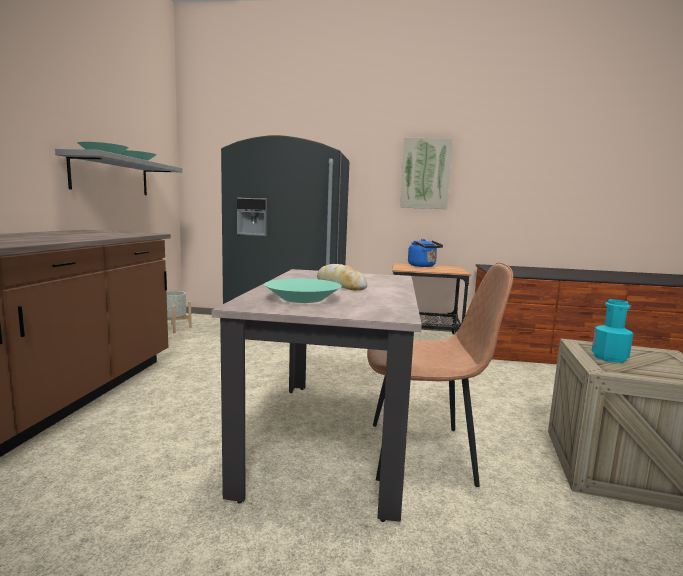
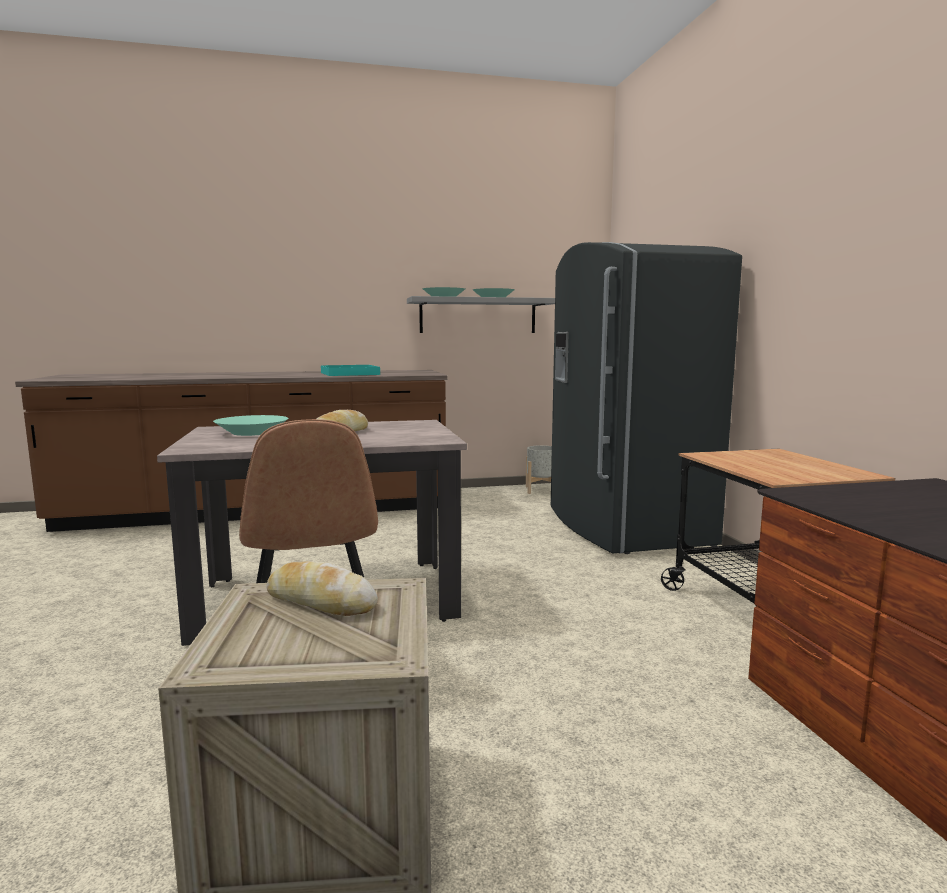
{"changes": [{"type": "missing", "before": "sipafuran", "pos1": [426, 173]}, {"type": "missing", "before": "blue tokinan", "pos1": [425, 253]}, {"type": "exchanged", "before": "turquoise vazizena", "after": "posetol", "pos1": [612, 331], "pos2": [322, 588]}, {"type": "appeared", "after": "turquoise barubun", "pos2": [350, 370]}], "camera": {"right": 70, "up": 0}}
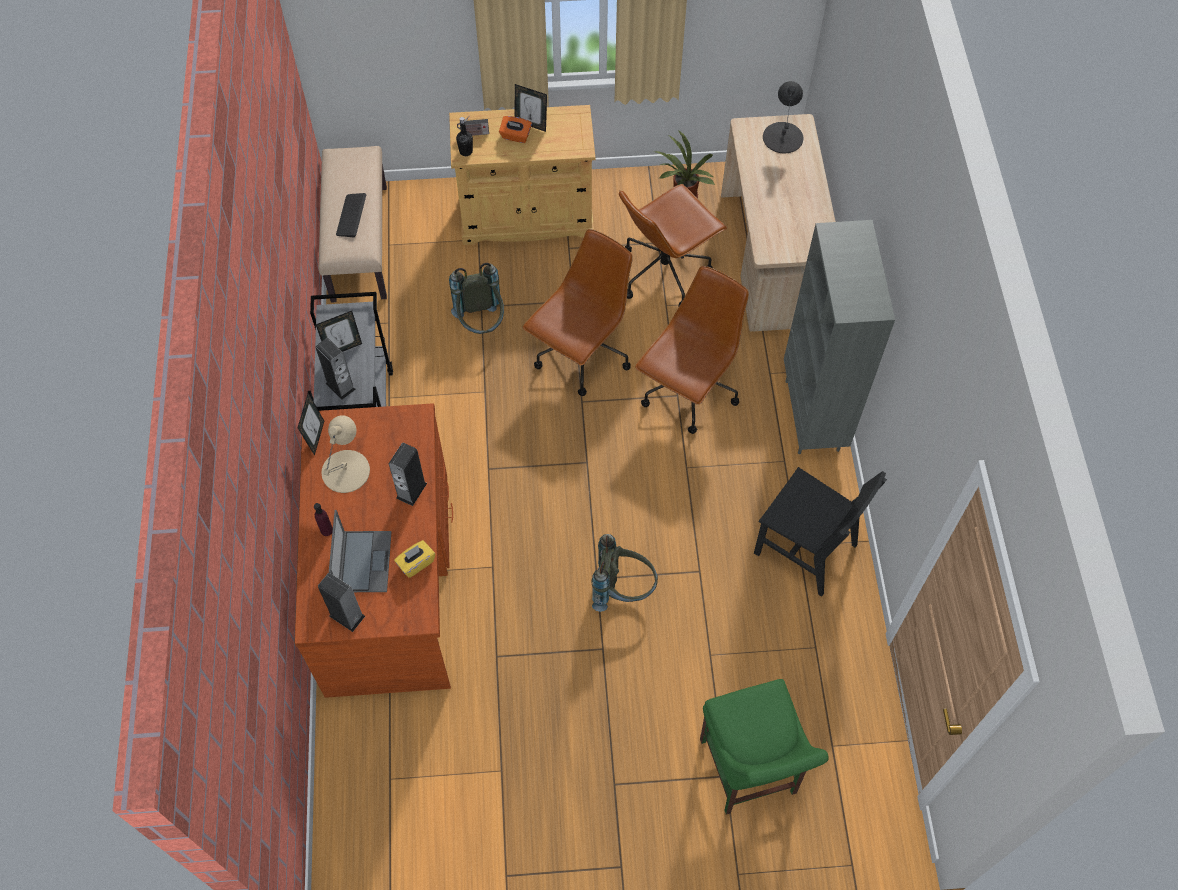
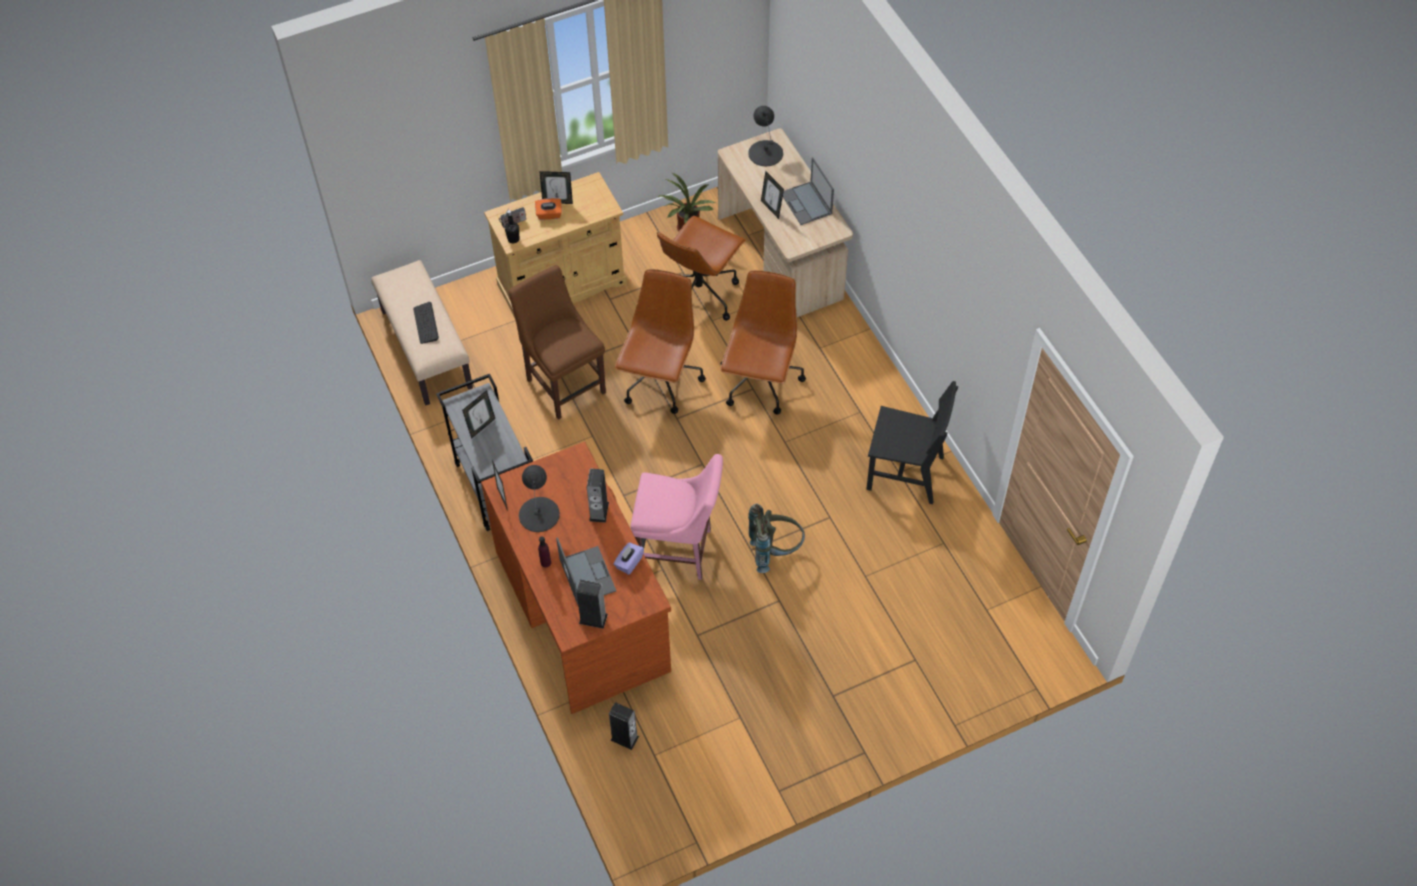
{"changes": [{"type": "relocated", "before": "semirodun", "pos1": [335, 369], "pos2": [624, 726]}, {"type": "colour", "before": "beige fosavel", "after": "black fosavel", "pos1": [345, 454], "pos2": [539, 498]}, {"type": "colour", "before": "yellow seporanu", "after": "purple seporanu", "pos1": [414, 559], "pos2": [628, 558]}, {"type": "exchanged", "before": "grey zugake", "after": "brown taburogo", "pos1": [476, 298], "pos2": [557, 342]}, {"type": "missing", "before": "green taburogo", "pos1": [764, 747]}, {"type": "missing", "before": "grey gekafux", "pos1": [839, 337]}, {"type": "appeared", "after": "pink taburogo", "pos2": [676, 517]}, {"type": "appeared", "after": "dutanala", "pos2": [772, 195]}, {"type": "appeared", "after": "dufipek", "pos2": [808, 191]}], "camera": {"right": -20, "up": -5}}
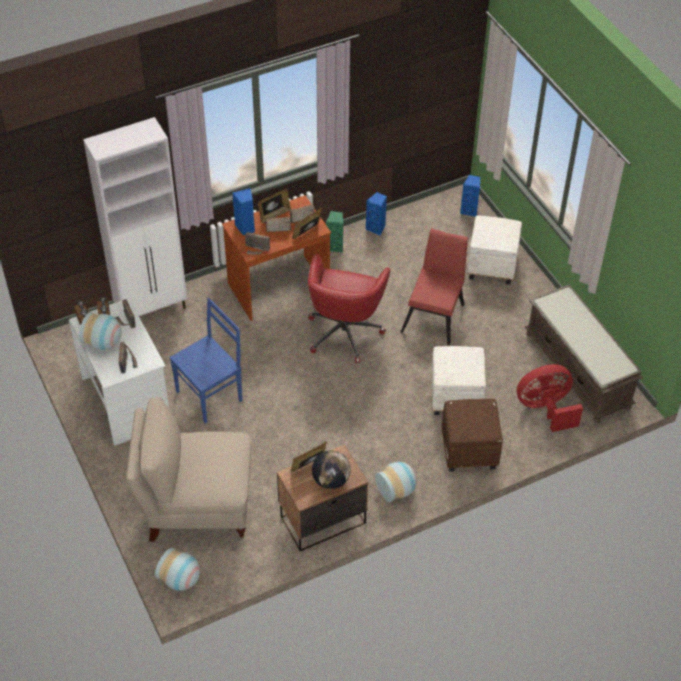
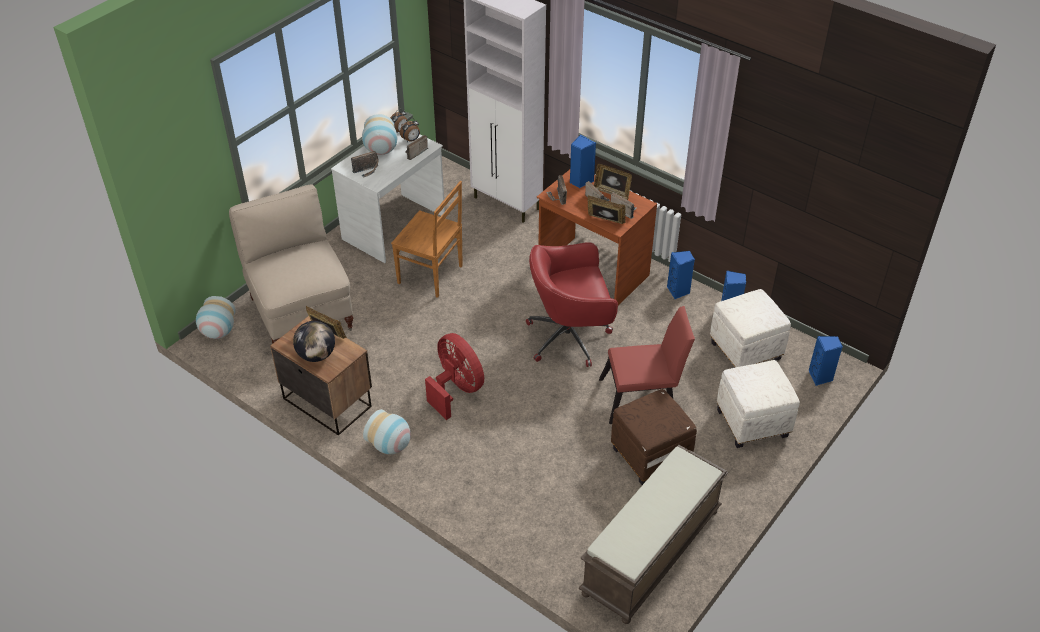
{"changes": [{"type": "colour", "before": "blue taburogo", "after": "brown taburogo", "pos1": [206, 360], "pos2": [427, 239]}, {"type": "colour", "before": "green semirodun", "after": "blue semirodun", "pos1": [334, 232], "pos2": [681, 275]}, {"type": "relocated", "before": "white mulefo", "pos1": [458, 380], "pos2": [750, 328]}, {"type": "relocated", "before": "brown mulefo", "pos1": [472, 435], "pos2": [654, 437]}, {"type": "relocated", "before": "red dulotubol", "pos1": [550, 398], "pos2": [454, 376]}], "camera": {"right": 65, "up": -5}}
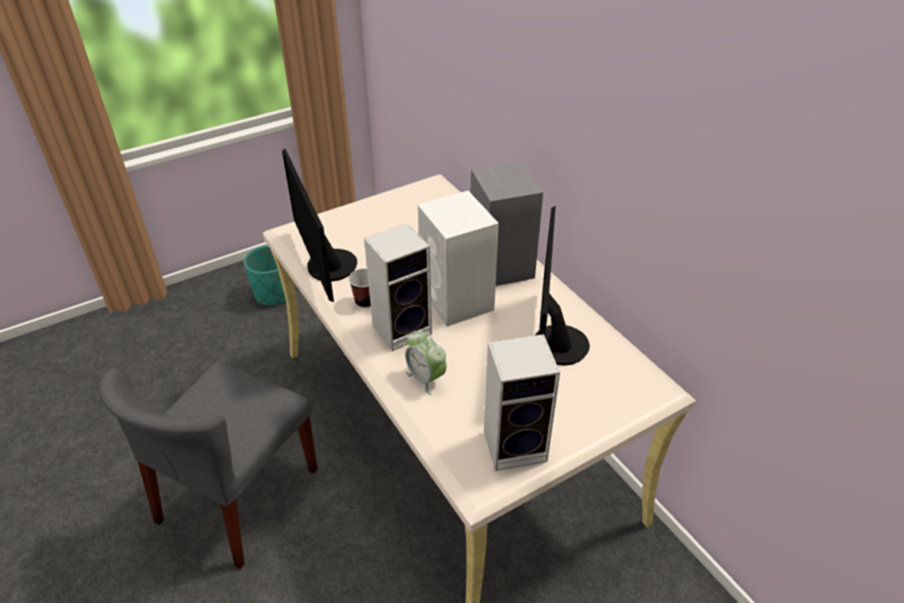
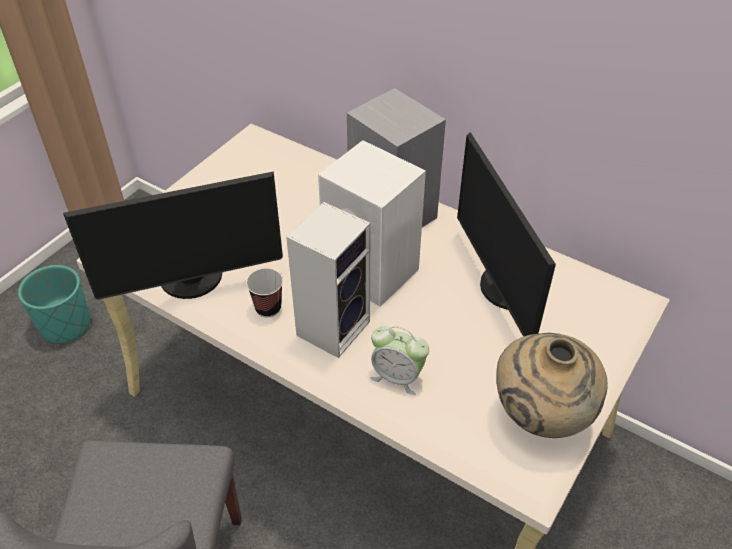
{"changes": [{"type": "spun", "before": "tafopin", "pos1": [319, 225], "pos2": [173, 235], "turn": -60}, {"type": "exchanged", "before": "semirodun", "after": "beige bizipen", "pos1": [522, 402], "pos2": [552, 385]}], "camera": {"right": -25, "up": 5}}
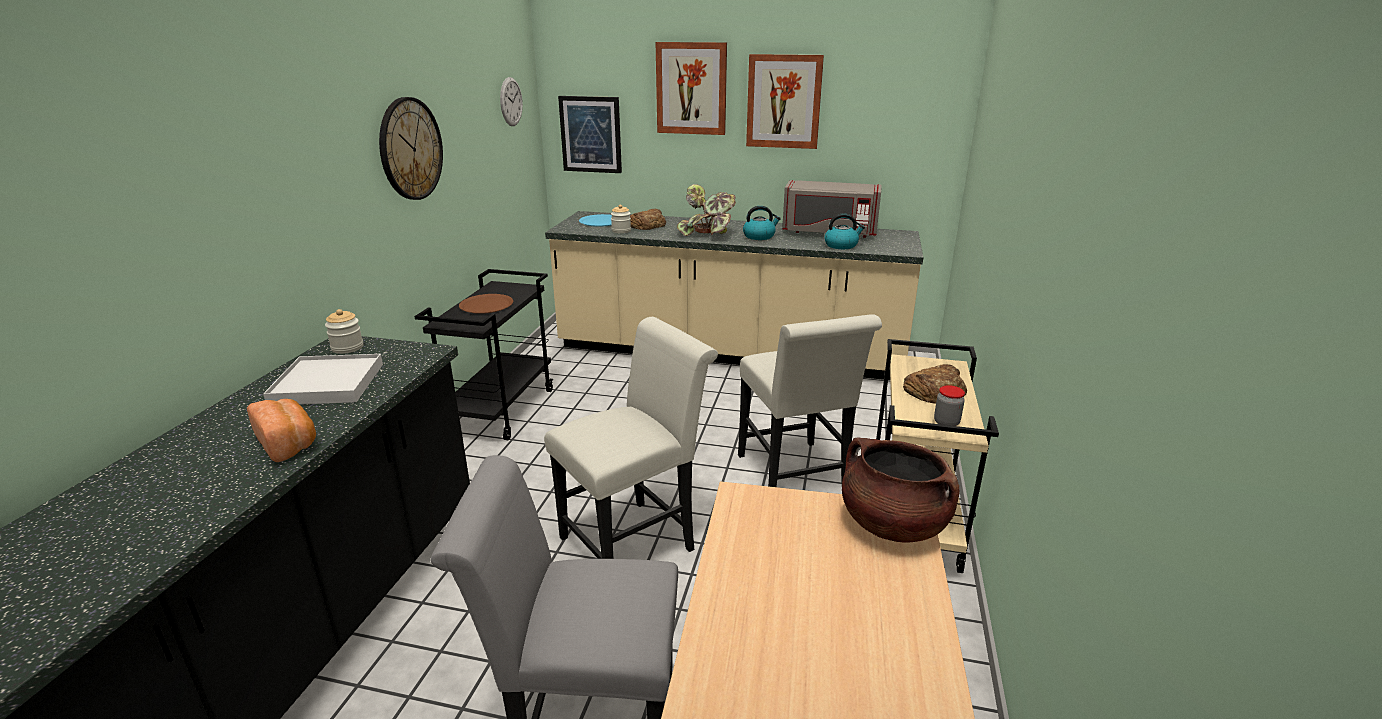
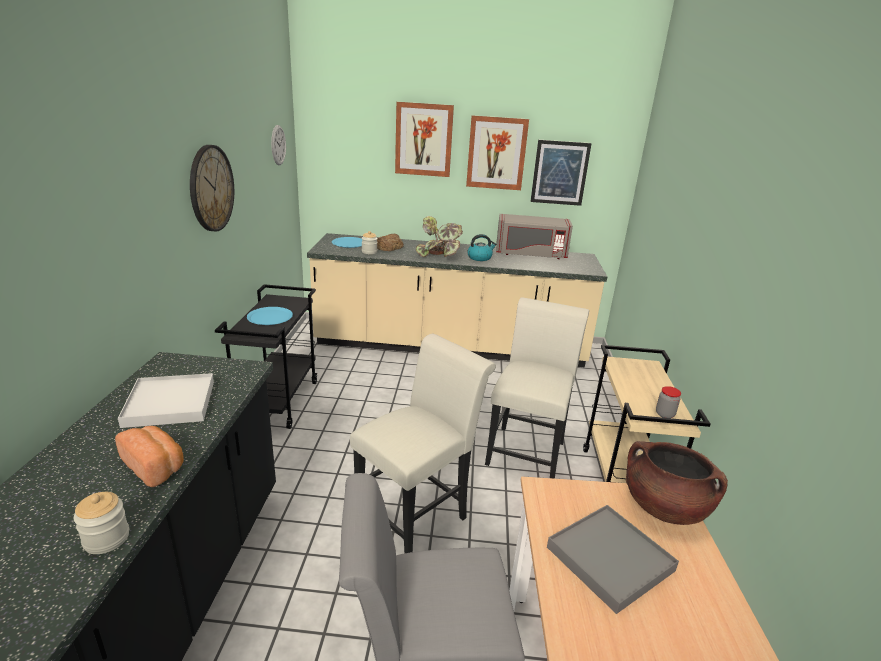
{"changes": [{"type": "relocated", "before": "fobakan", "pos1": [344, 331], "pos2": [101, 523]}, {"type": "colour", "before": "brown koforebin", "after": "blue koforebin", "pos1": [486, 304], "pos2": [270, 316]}, {"type": "relocated", "before": "sipafuran", "pos1": [590, 134], "pos2": [561, 173]}, {"type": "spun", "before": "white taburogo", "pos1": [810, 400], "pos2": [537, 388], "turn": -135}, {"type": "missing", "before": "tokinan", "pos1": [844, 231]}, {"type": "missing", "before": "posetol", "pos1": [935, 384]}, {"type": "appeared", "after": "grey barubun", "pos2": [613, 559]}], "camera": {"right": -10, "up": 0}}
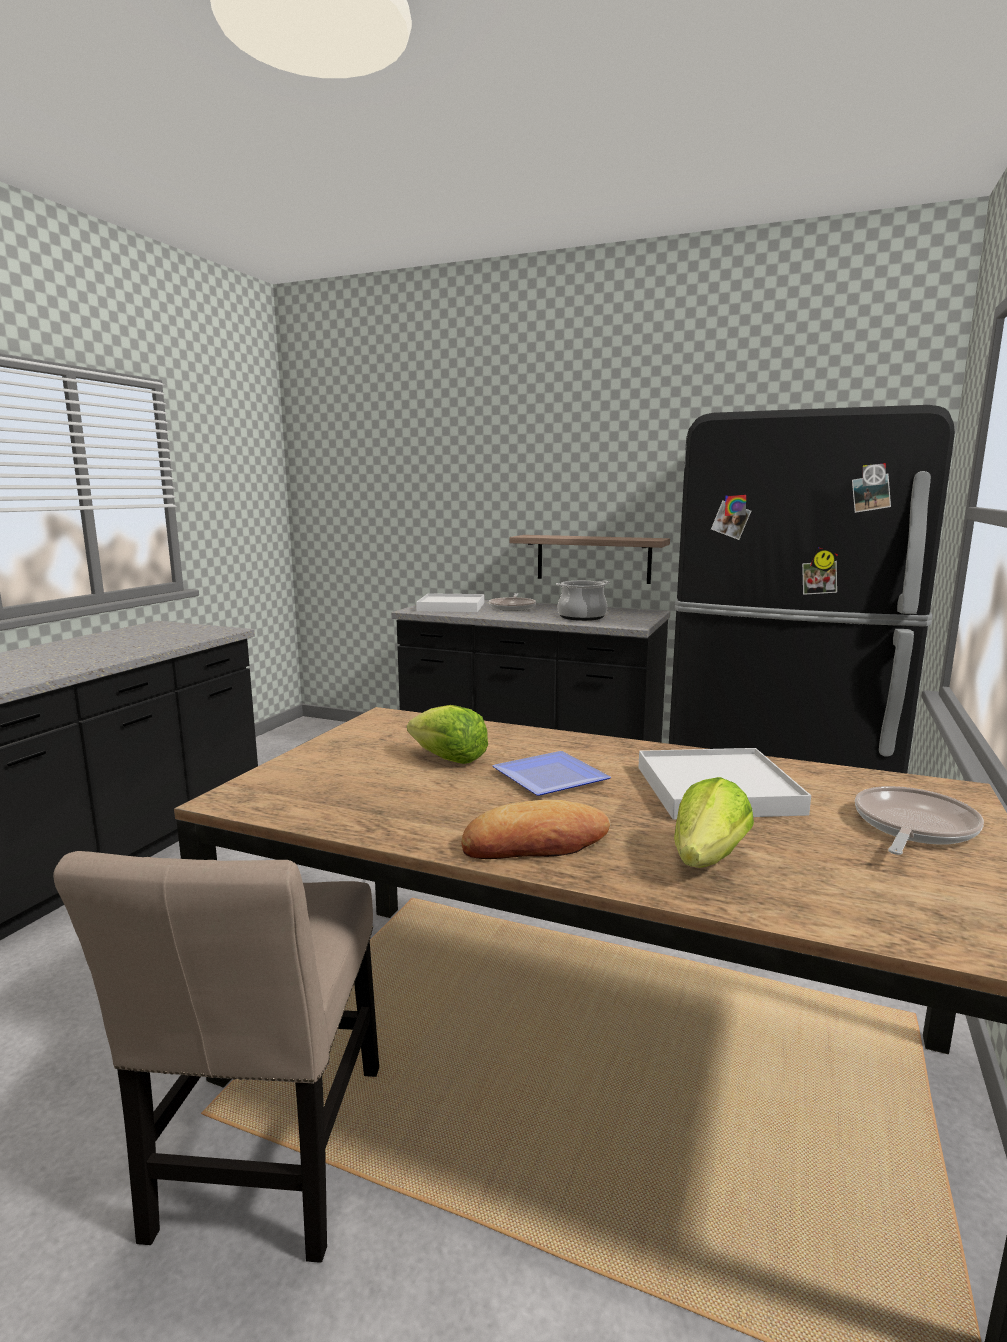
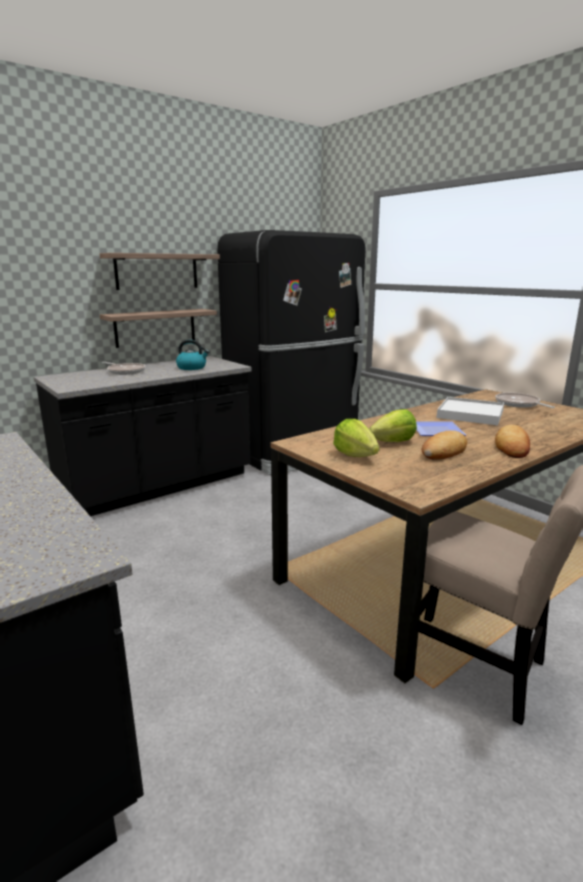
{"changes": [{"type": "missing", "before": "white barubun", "pos1": [450, 602]}, {"type": "exchanged", "before": "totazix", "after": "tokinan", "pos1": [583, 601], "pos2": [192, 354]}, {"type": "relocated", "before": "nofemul", "pos1": [714, 822], "pos2": [356, 438]}, {"type": "appeared", "after": "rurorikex", "pos2": [159, 271]}, {"type": "appeared", "after": "posetol", "pos2": [444, 445]}], "camera": {"right": -60, "up": 5}}
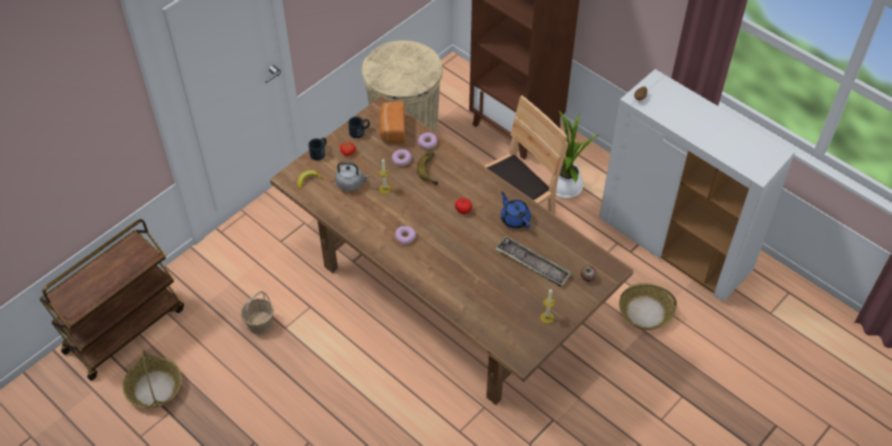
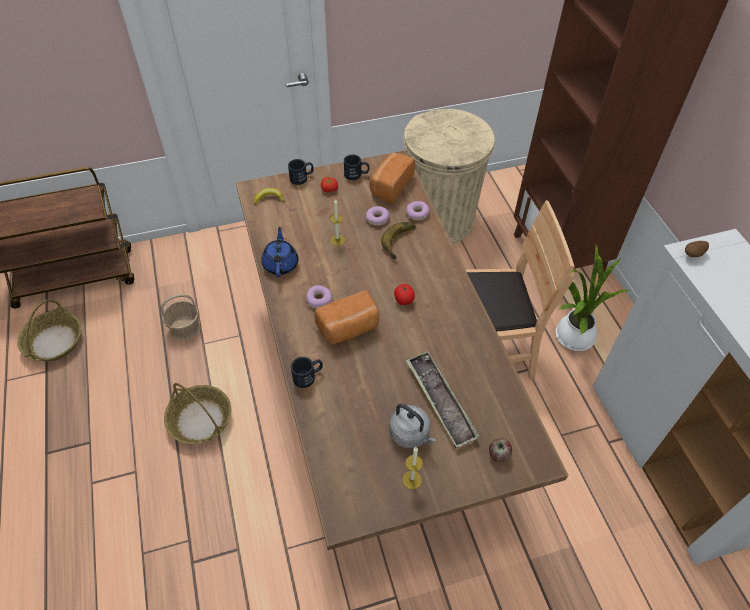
{"changes": [{"type": "relocated", "before": "grey tokinan", "pos1": [352, 176], "pos2": [412, 426]}, {"type": "relocated", "before": "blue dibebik", "pos1": [516, 210], "pos2": [279, 252]}, {"type": "relocated", "before": "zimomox", "pos1": [648, 306], "pos2": [197, 413]}, {"type": "appeared", "after": "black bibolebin", "pos2": [307, 372]}, {"type": "appeared", "after": "posetol", "pos2": [346, 317]}], "camera": {"right": 30, "up": 0}}
